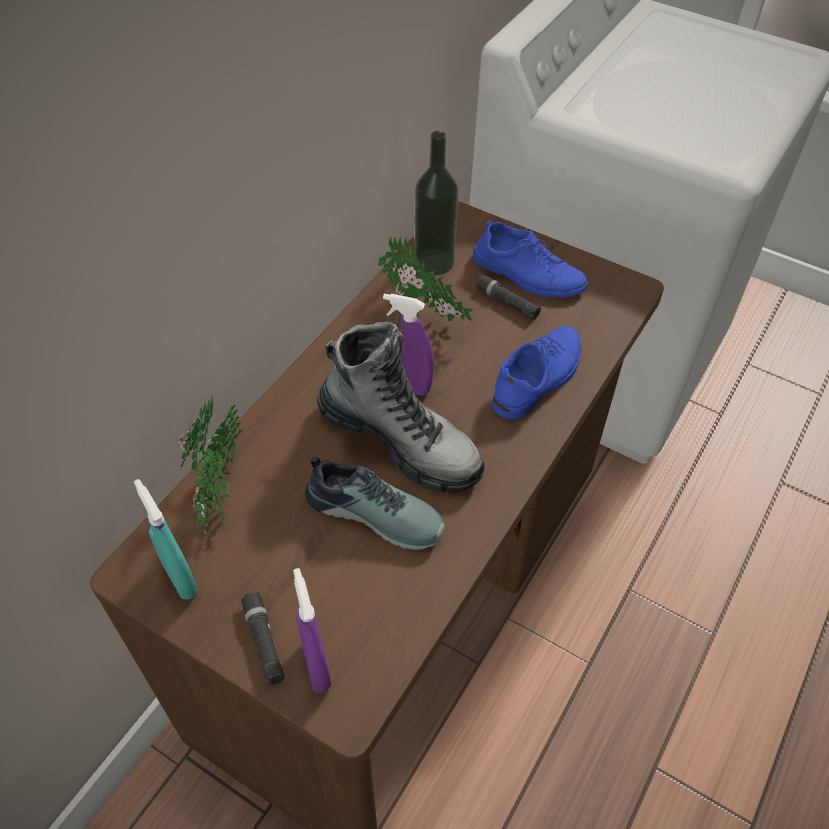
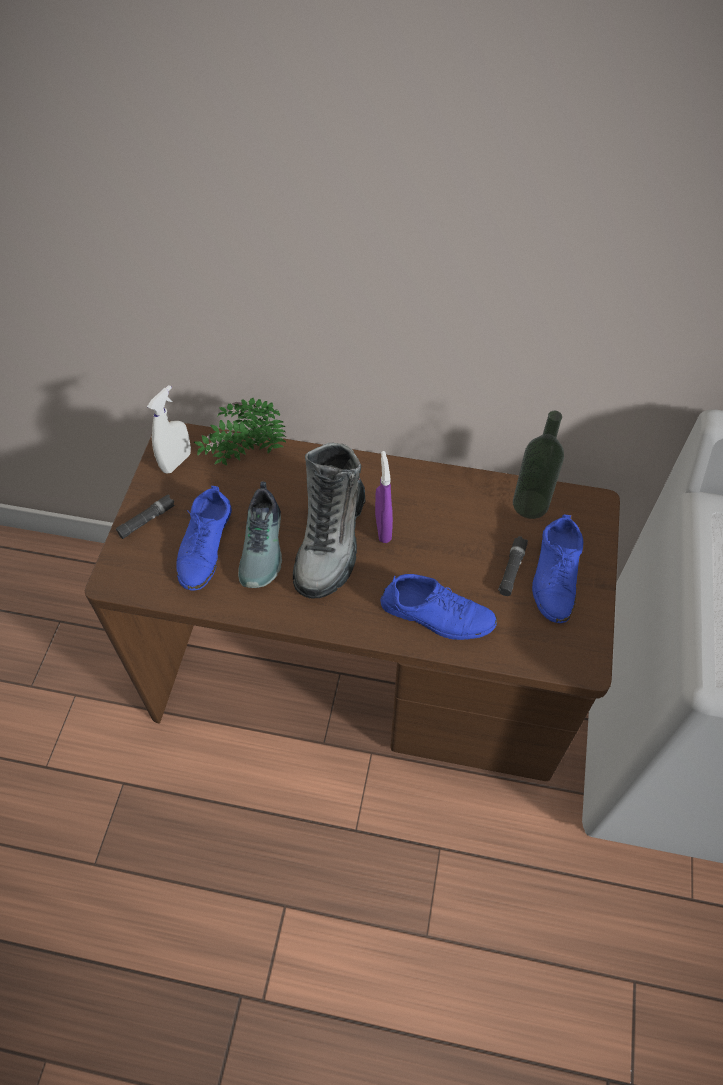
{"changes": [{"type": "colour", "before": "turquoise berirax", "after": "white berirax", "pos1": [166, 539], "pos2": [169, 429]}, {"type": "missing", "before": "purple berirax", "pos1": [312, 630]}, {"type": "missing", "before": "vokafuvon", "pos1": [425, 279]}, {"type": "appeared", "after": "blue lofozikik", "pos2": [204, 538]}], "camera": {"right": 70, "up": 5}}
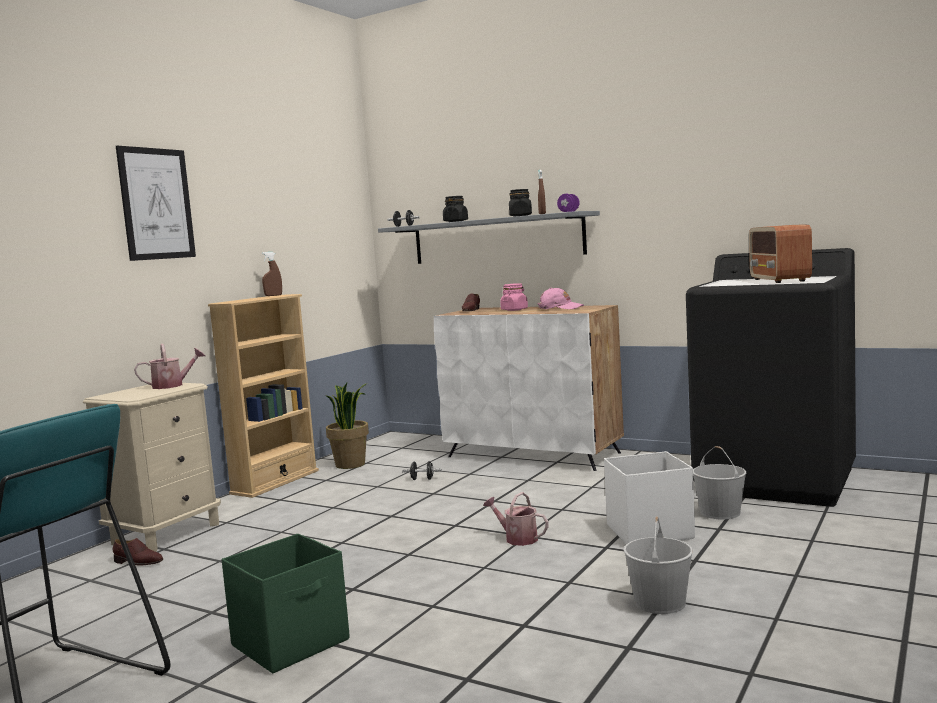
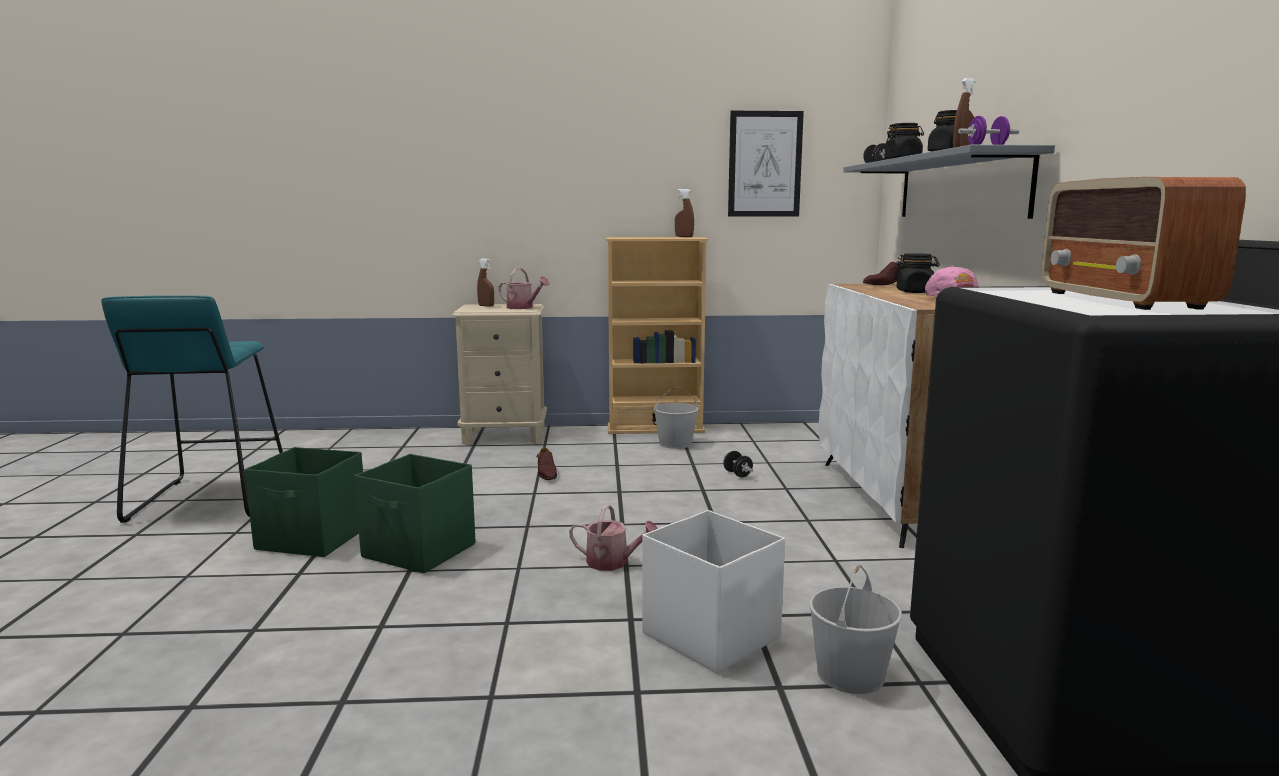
{"changes": [{"type": "relocated", "before": "brown lofozikik", "pos1": [138, 551], "pos2": [547, 464]}, {"type": "relocated", "before": "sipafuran", "pos1": [156, 203], "pos2": [766, 164]}, {"type": "missing", "before": "vokafuvon", "pos1": [347, 426]}, {"type": "spun", "before": "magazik", "pos1": [515, 519], "pos2": [613, 537], "turn": 105}, {"type": "colour", "before": "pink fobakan", "after": "black fobakan", "pos1": [514, 297], "pos2": [917, 273]}, {"type": "relocated", "before": "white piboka", "pos1": [658, 565], "pos2": [676, 418]}, {"type": "spun", "before": "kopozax", "pos1": [780, 254], "pos2": [1143, 243], "turn": -60}, {"type": "appeared", "after": "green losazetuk", "pos2": [414, 513]}, {"type": "appeared", "after": "brown berirax", "pos2": [485, 283]}], "camera": {"right": 55, "up": 5}}
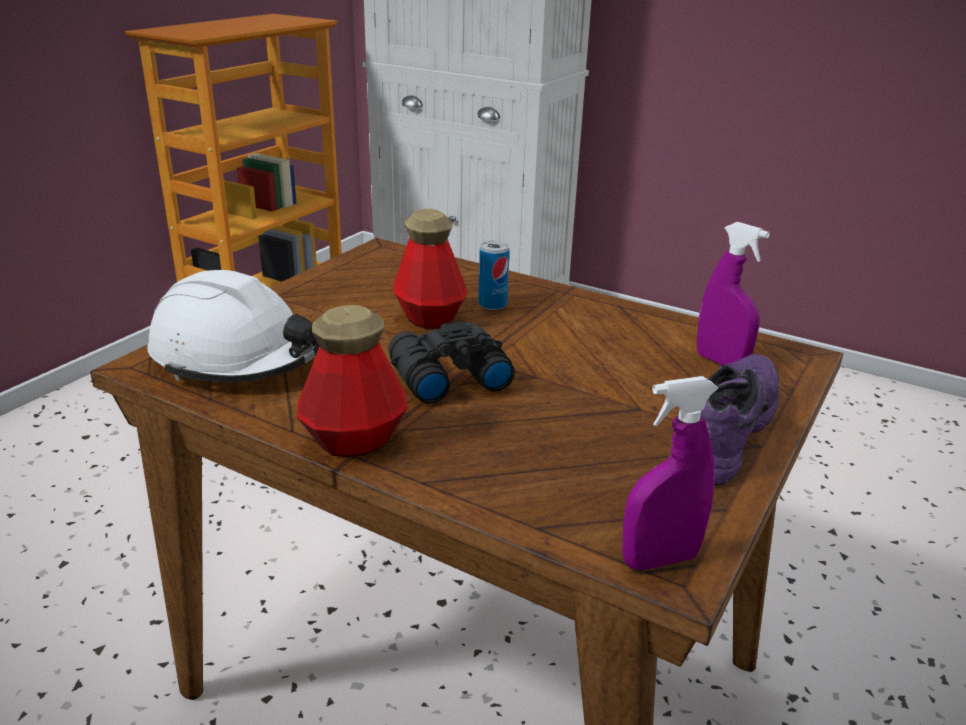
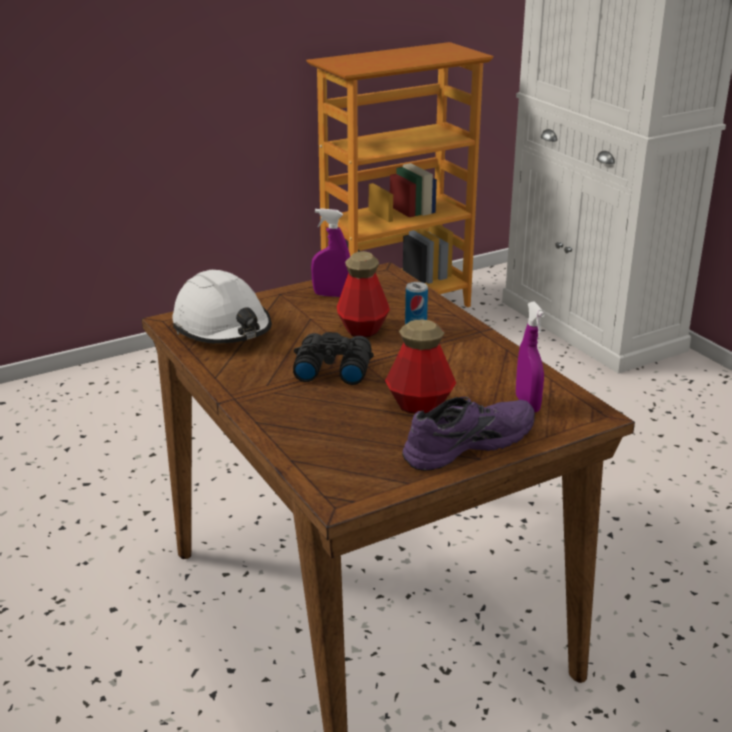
{"changes": [{"type": "relocated", "before": "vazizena", "pos1": [352, 381], "pos2": [420, 367]}, {"type": "relocated", "before": "purple berirax", "pos1": [670, 473], "pos2": [330, 252]}], "camera": {"right": 30, "up": 0}}
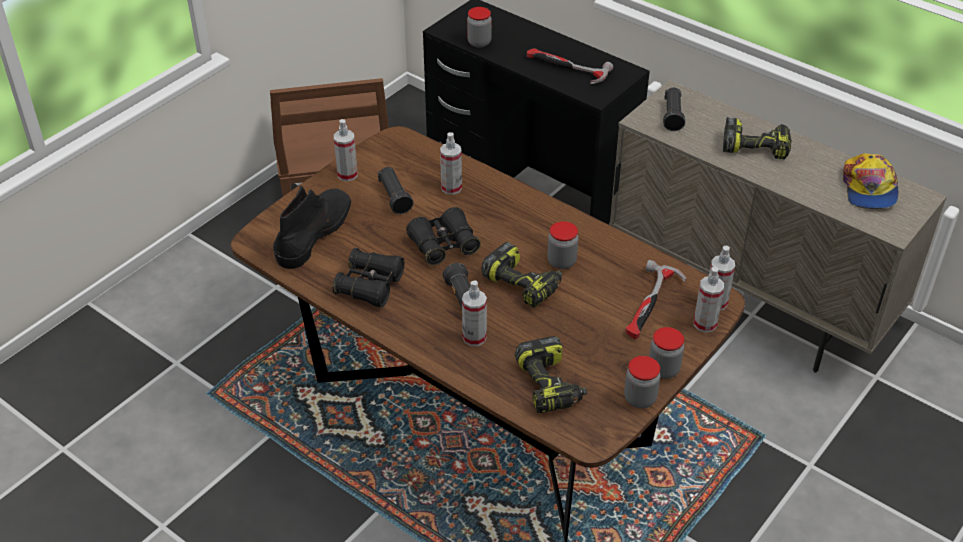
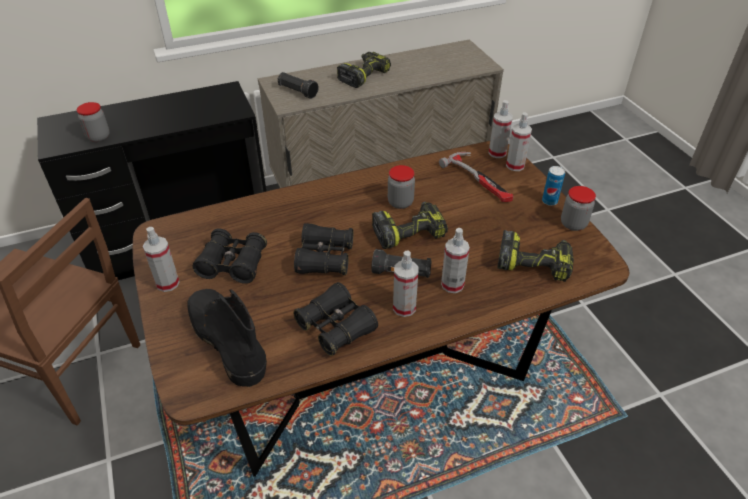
{"changes": [{"type": "exchanged", "before": "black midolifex", "after": "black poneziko", "pos1": [395, 190], "pos2": [229, 256]}, {"type": "relocated", "before": "berirax", "pos1": [451, 163], "pos2": [405, 283]}, {"type": "missing", "before": "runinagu", "pos1": [570, 66]}, {"type": "exchanged", "before": "fobakan", "after": "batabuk", "pos1": [666, 353], "pos2": [553, 186]}, {"type": "missing", "before": "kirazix", "pos1": [870, 181]}], "camera": {"right": -60, "up": 0}}
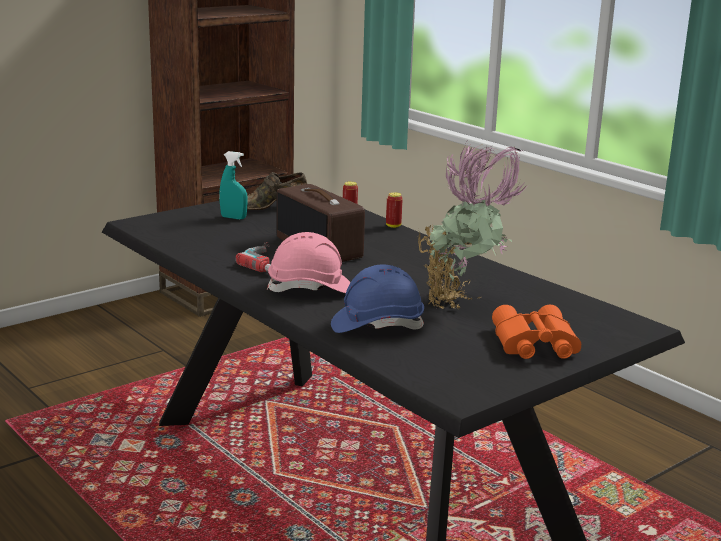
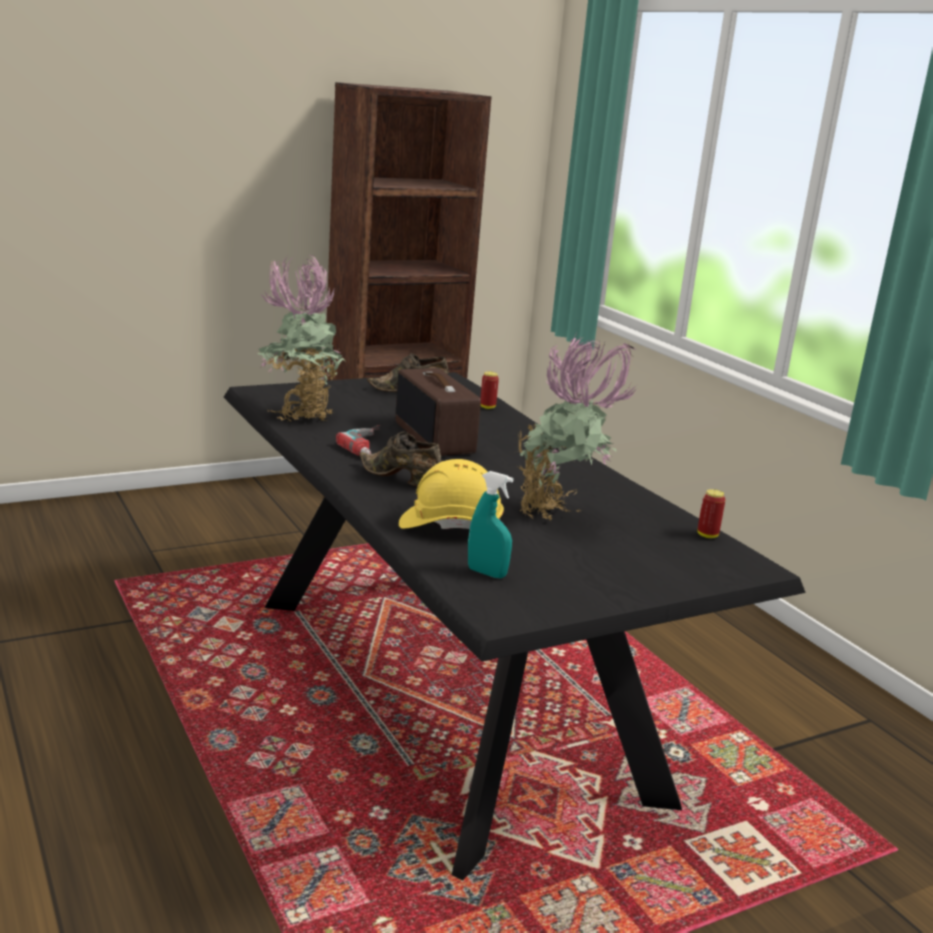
{"changes": [{"type": "relocated", "before": "turquoise berirax", "pos1": [233, 185], "pos2": [491, 524]}, {"type": "exchanged", "before": "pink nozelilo", "after": "brown lofozikik", "pos1": [309, 262], "pos2": [400, 459]}, {"type": "colour", "before": "blue nozelilo", "after": "yellow nozelilo", "pos1": [377, 298], "pos2": [451, 494]}, {"type": "relocated", "before": "batabuk", "pos1": [394, 210], "pos2": [711, 513]}, {"type": "missing", "before": "orange poneziko", "pos1": [536, 332]}, {"type": "appeared", "after": "vokafuvon", "pos2": [302, 338]}], "camera": {"right": 10, "up": 0}}
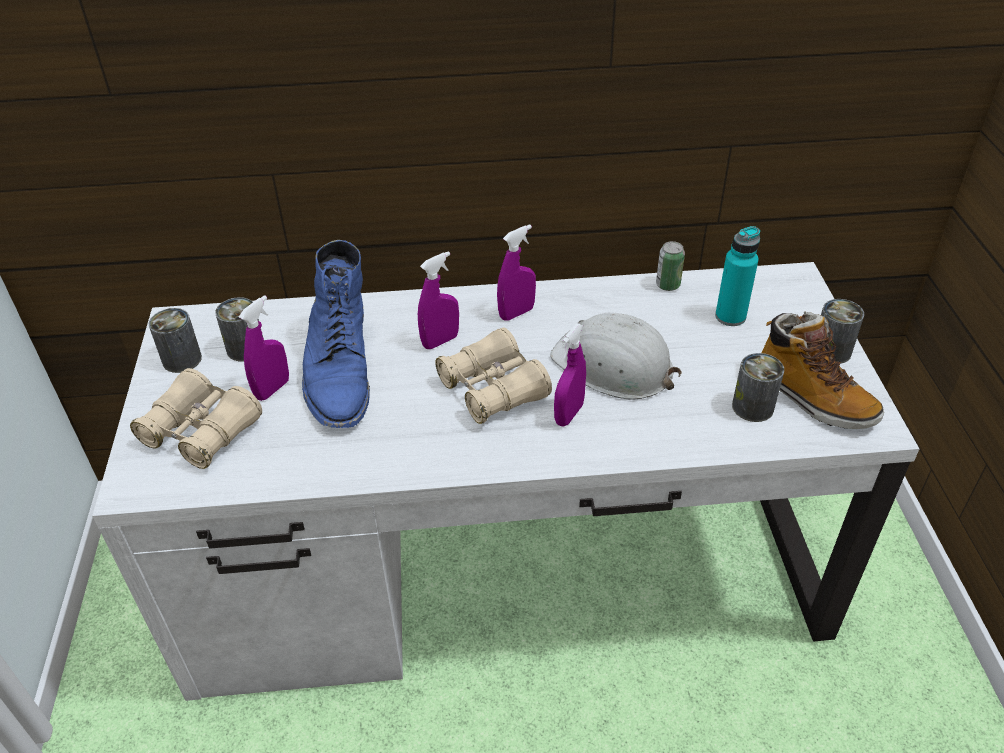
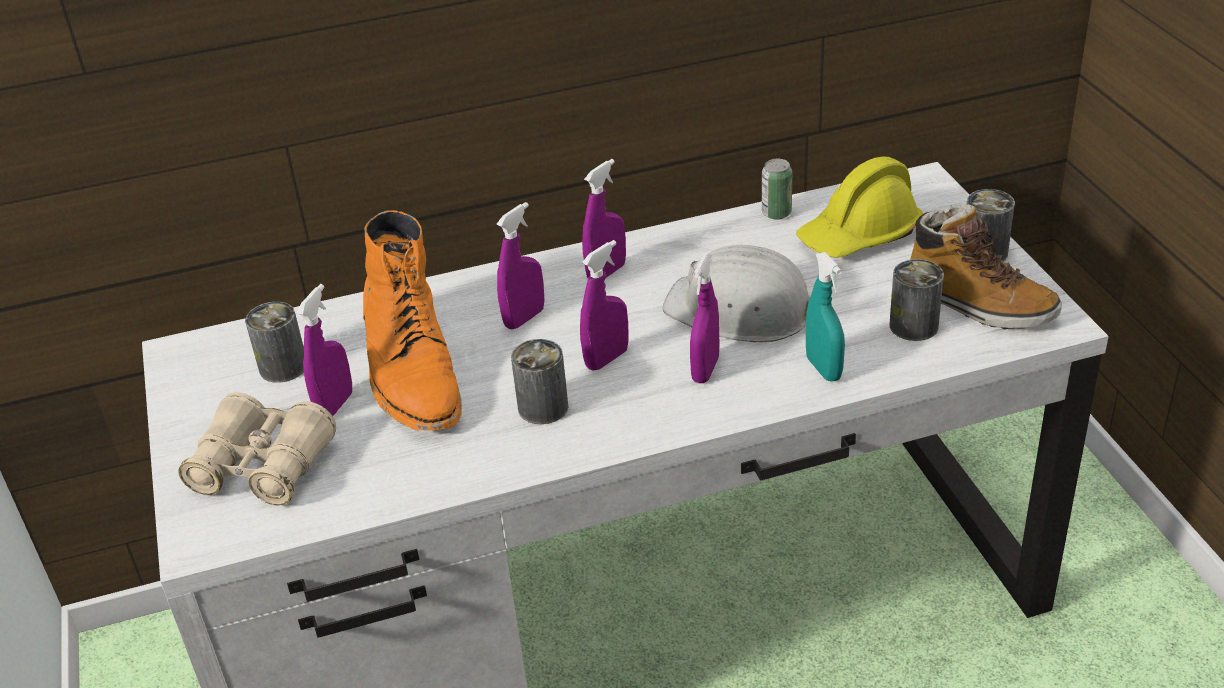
{"changes": [{"type": "relocated", "before": "batabuk", "pos1": [175, 340], "pos2": [539, 381]}, {"type": "colour", "before": "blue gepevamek", "after": "orange gepevamek", "pos1": [336, 334], "pos2": [412, 320]}, {"type": "exchanged", "before": "beige poneziko", "after": "purple berirax", "pos1": [493, 375], "pos2": [604, 305]}, {"type": "exchanged", "before": "turquoise vazizena", "after": "yellow nozelilo", "pos1": [737, 276], "pos2": [860, 207]}, {"type": "appeared", "after": "turquoise berirax", "pos2": [825, 317]}], "camera": {"right": -10, "up": -5}}
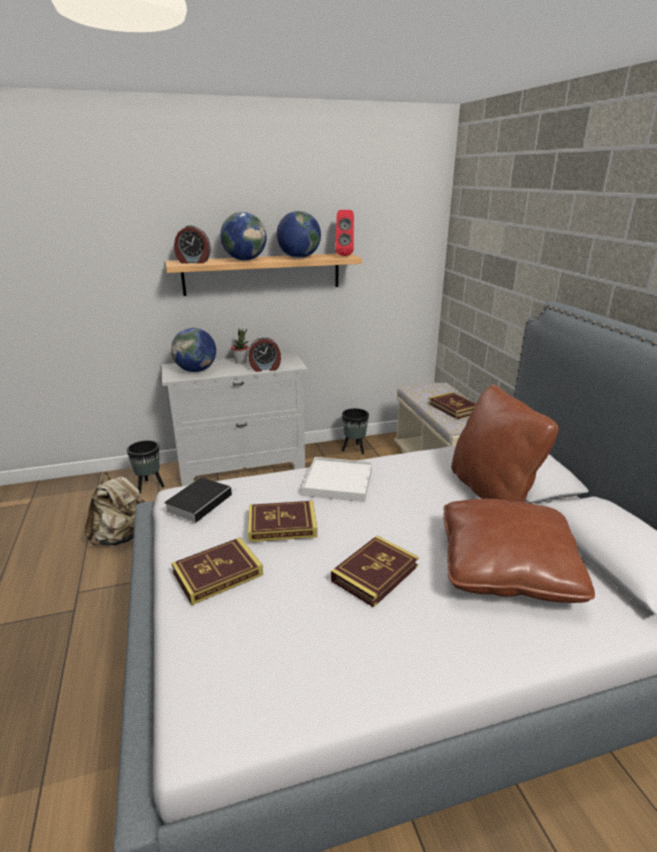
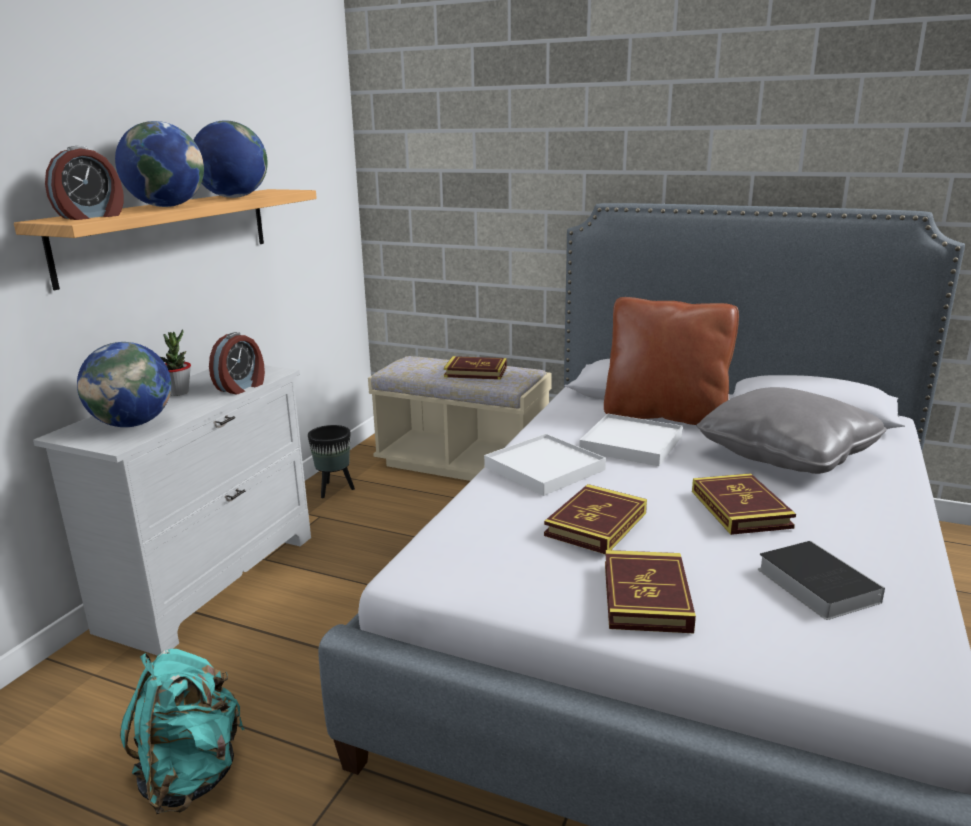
{"changes": [{"type": "colour", "before": "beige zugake", "after": "turquoise zugake", "pos1": [114, 509], "pos2": [182, 731]}, {"type": "missing", "before": "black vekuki", "pos1": [146, 467]}, {"type": "relocated", "before": "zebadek", "pos1": [200, 500], "pos2": [821, 580]}, {"type": "missing", "before": "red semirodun", "pos1": [344, 233]}, {"type": "colour", "before": "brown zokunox", "after": "grey zokunox", "pos1": [519, 551], "pos2": [791, 430]}, {"type": "appeared", "after": "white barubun", "pos2": [631, 440]}], "camera": {"right": -50, "up": -5}}
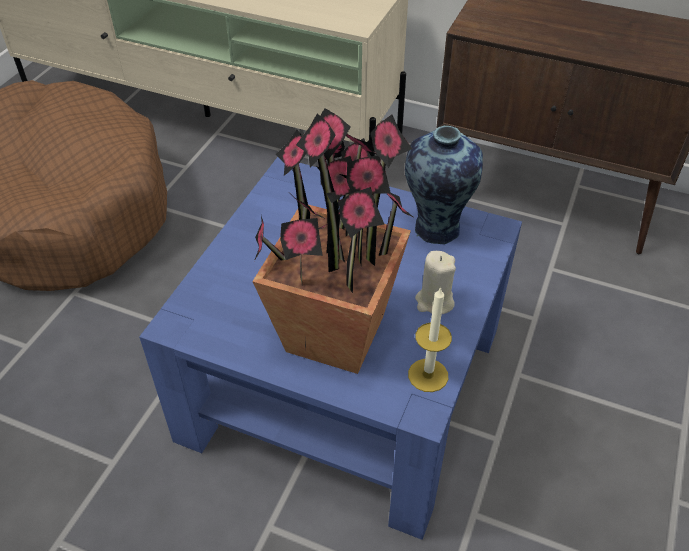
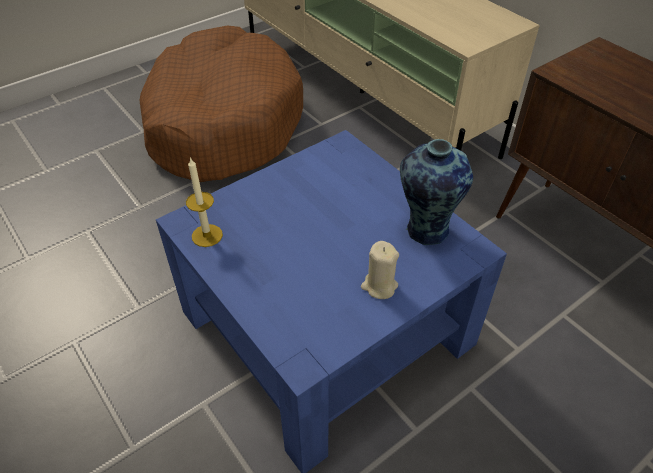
{"changes": [{"type": "missing", "before": "vokafuvon", "pos1": [332, 241]}, {"type": "relocated", "before": "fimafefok", "pos1": [430, 339], "pos2": [204, 202]}], "camera": {"right": 30, "up": 0}}
